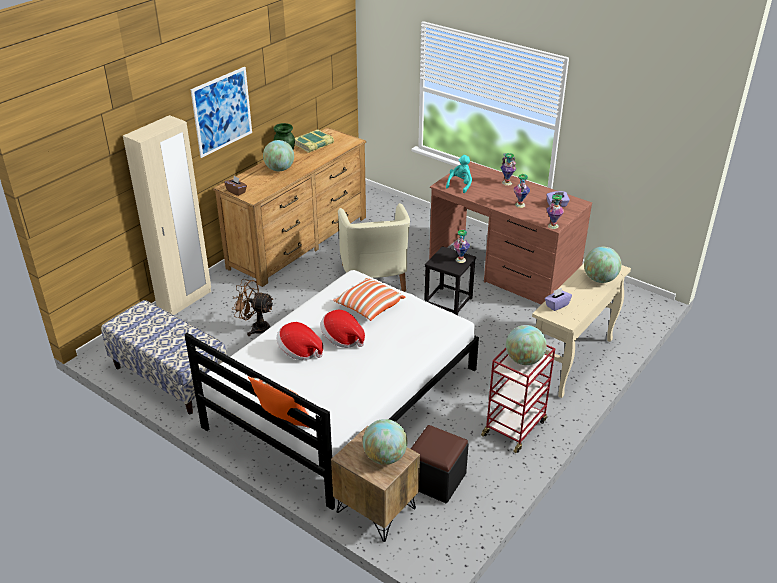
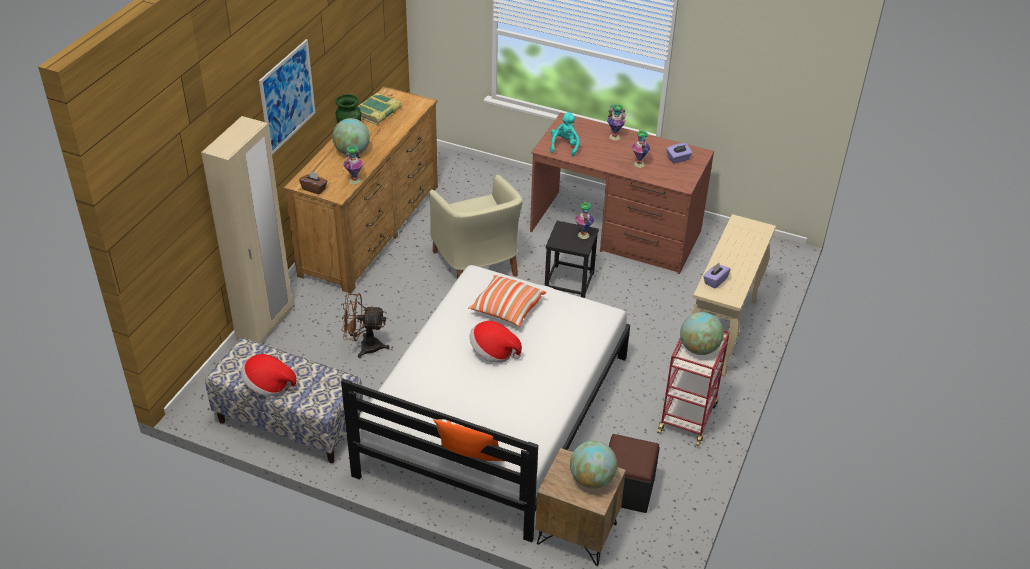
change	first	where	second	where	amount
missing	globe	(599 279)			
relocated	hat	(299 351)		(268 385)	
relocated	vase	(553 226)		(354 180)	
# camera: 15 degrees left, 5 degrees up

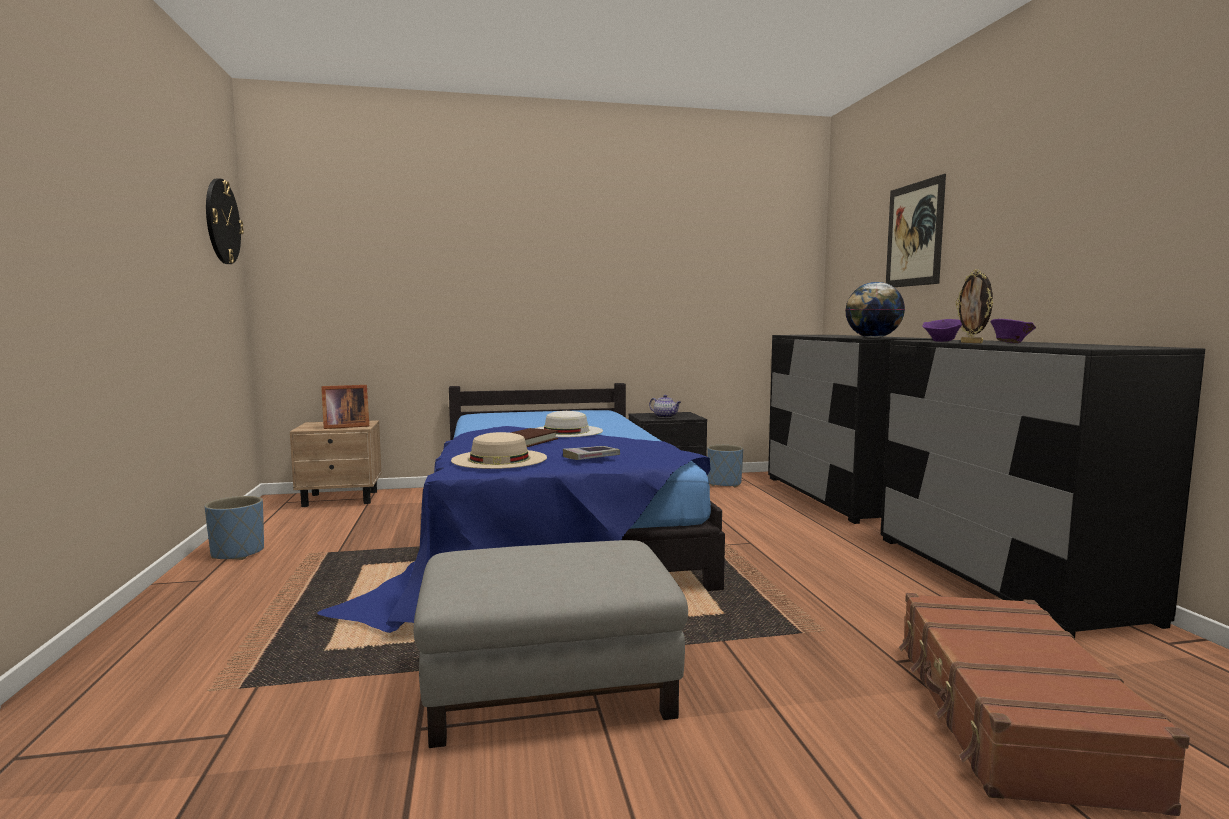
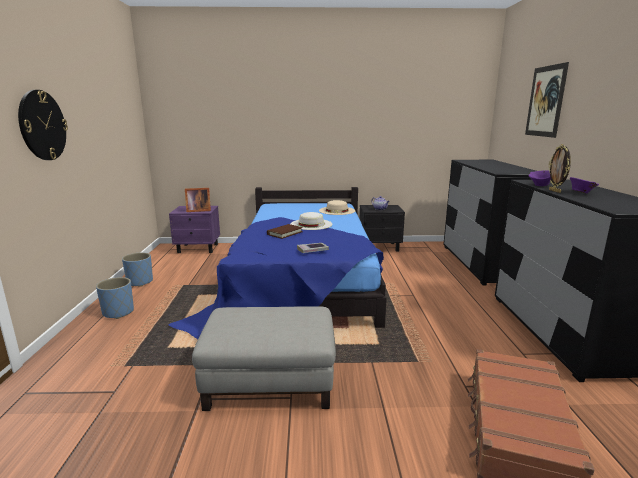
change	first	where	second	where	amount
missing	globe	(873 337)			
relocated	wall clock	(222 222)		(42 125)	
relocated	hat (beige)	(499 459)		(337 210)	
relocated	planter (blue)	(724 484)		(118 312)	
colour	nightstand (beige)	(341 499)	nightstand (purple)	(198 248)	
# camera: 10 degrees right, 10 degrees up

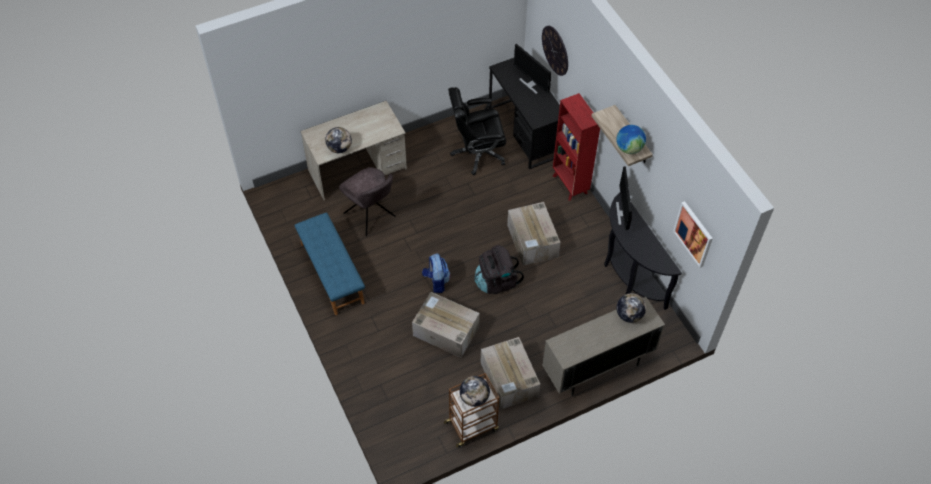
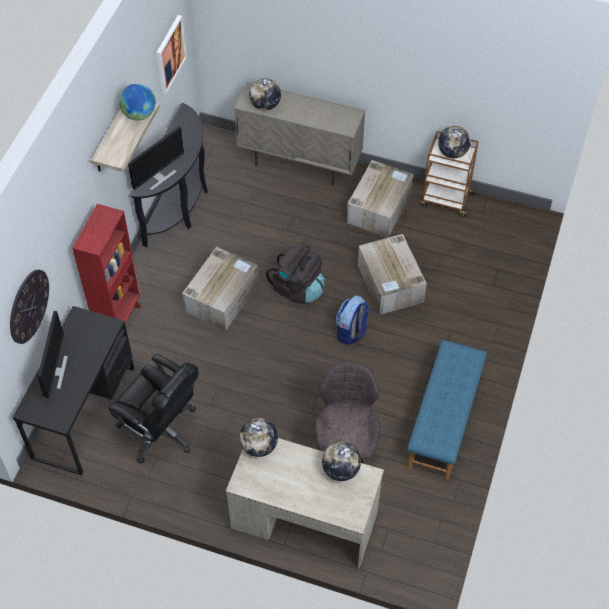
change	first	where	second	where	amount
appeared			globe	(259 446)	
# camera: 135 degrees left, 0 degrees up

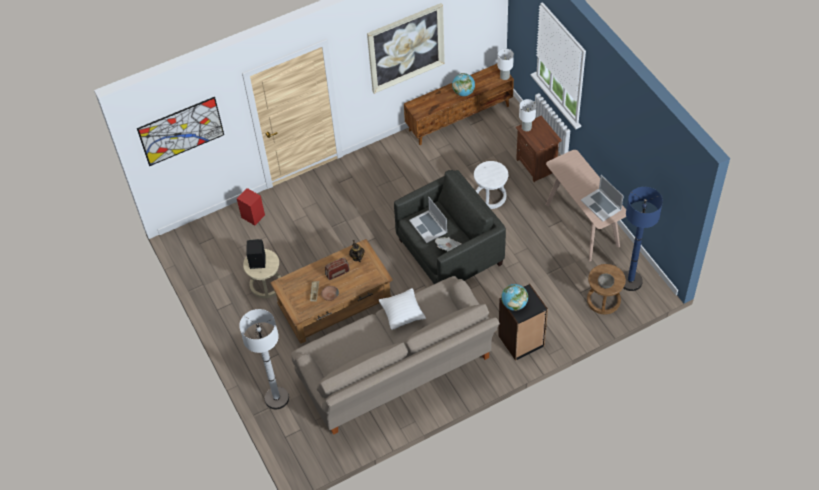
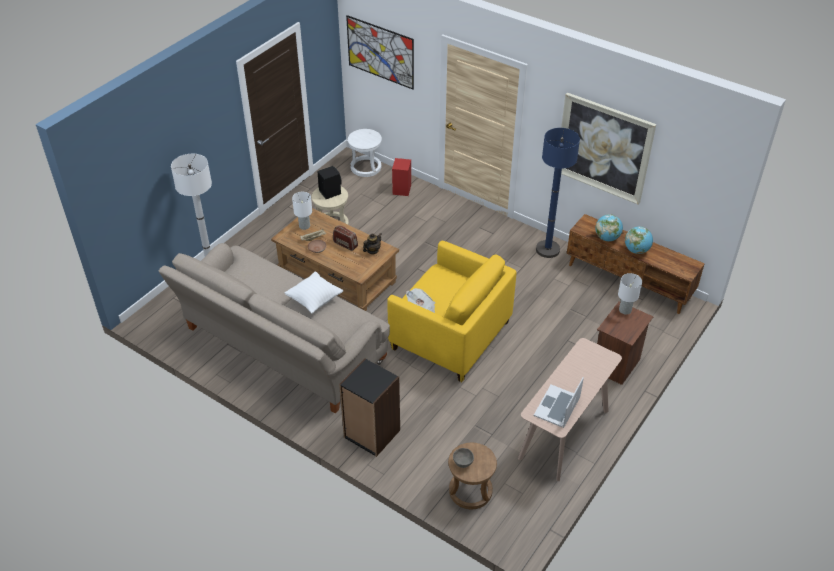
change	first	where	second	where	amount
missing	laptop	(428 226)			
relocated	stool (white)	(490 196)		(366 167)	
relocated	table lamp (white)	(504 76)		(304 226)	
relocated	globe	(514 304)		(607 238)	
relocated	floor lamp (blue)	(630 281)		(547 250)	
colour	armchair (grey)	(449 252)	armchair (yellow)	(450 335)	
# camera: 60 degrees right, 10 degrees down

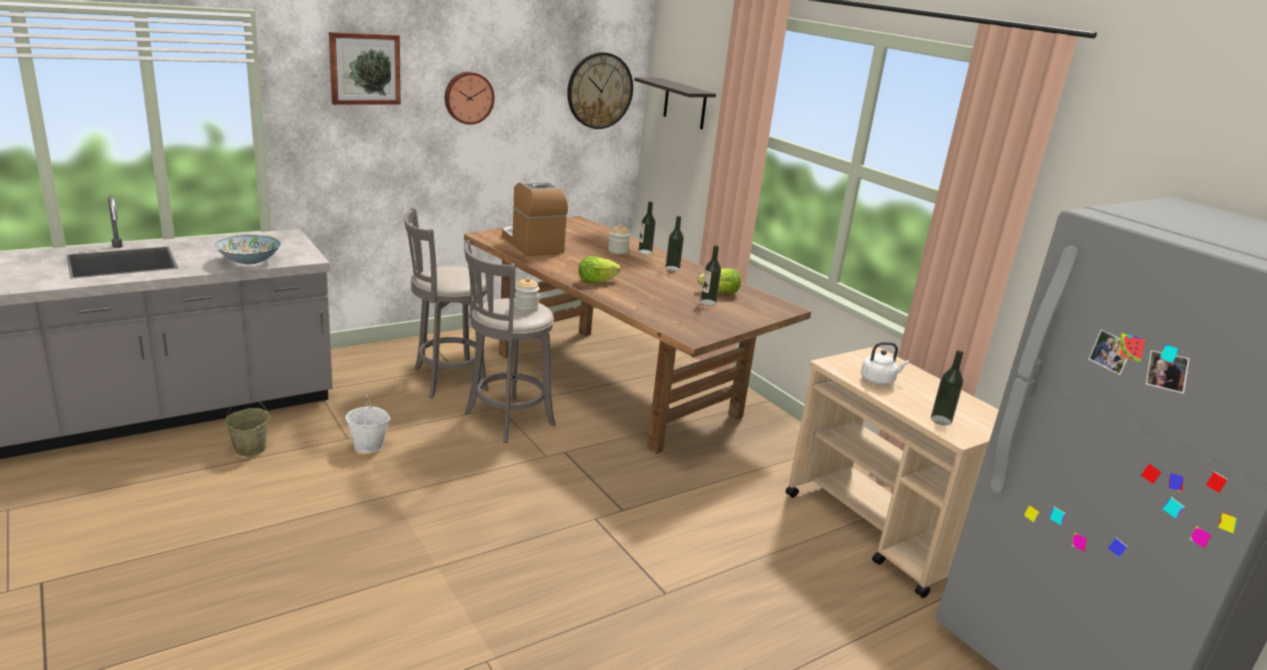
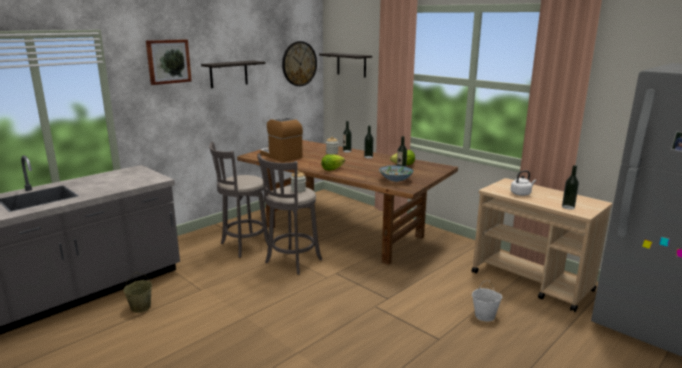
change	first	where	second	where	amount
relocated	bowl	(249 261)		(395 180)	
relocated	bucket (white)	(369 446)		(485 316)	
exchanged	wall clock	(468 97)	shelf	(228 74)	
# camera: 10 degrees left, 5 degrees down

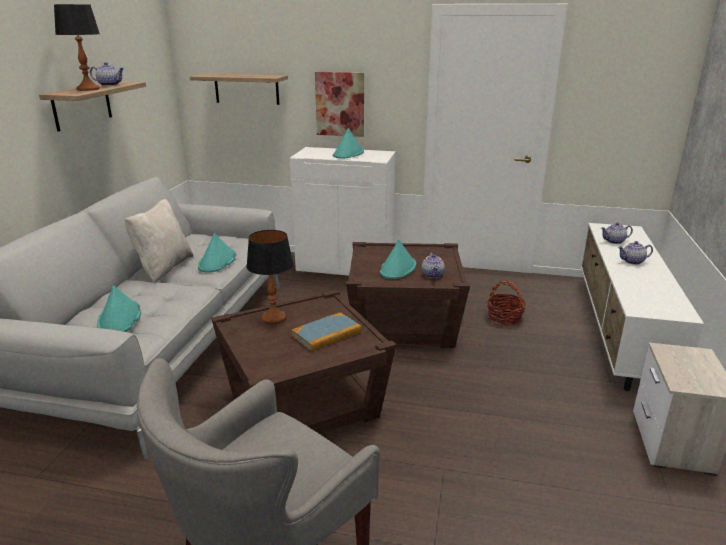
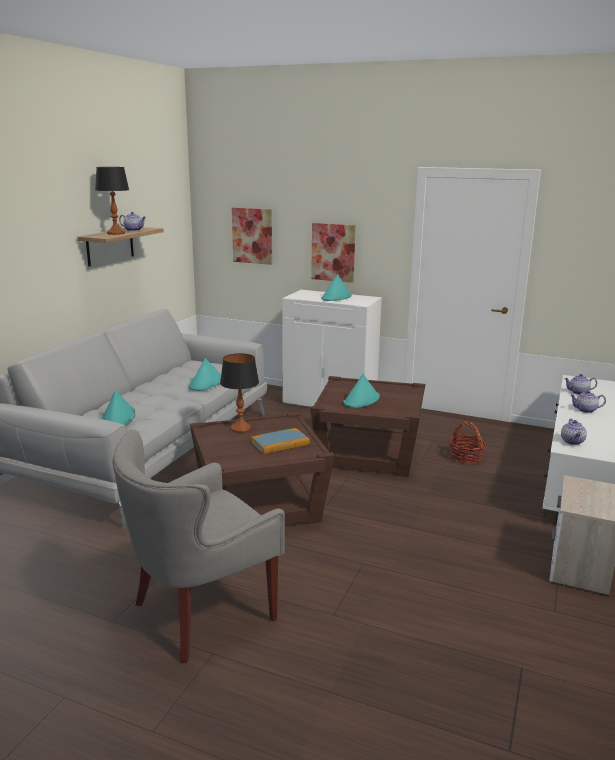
change	first	where	second	where	amount
missing	pillow (beige)	(164 268)			
relocated	teapot	(433 275)		(573 442)	
exchanged	shelf	(246 89)	picture	(252 235)	
# camera: 10 degrees right, 5 degrees down

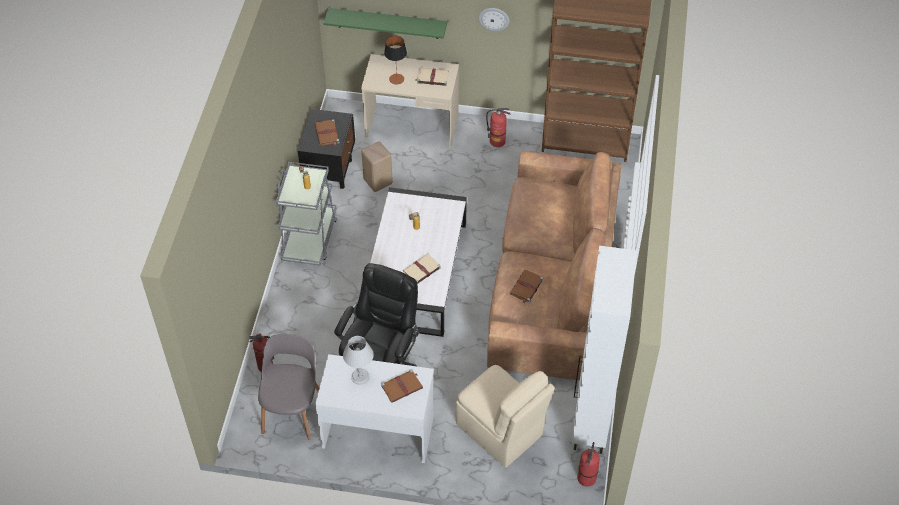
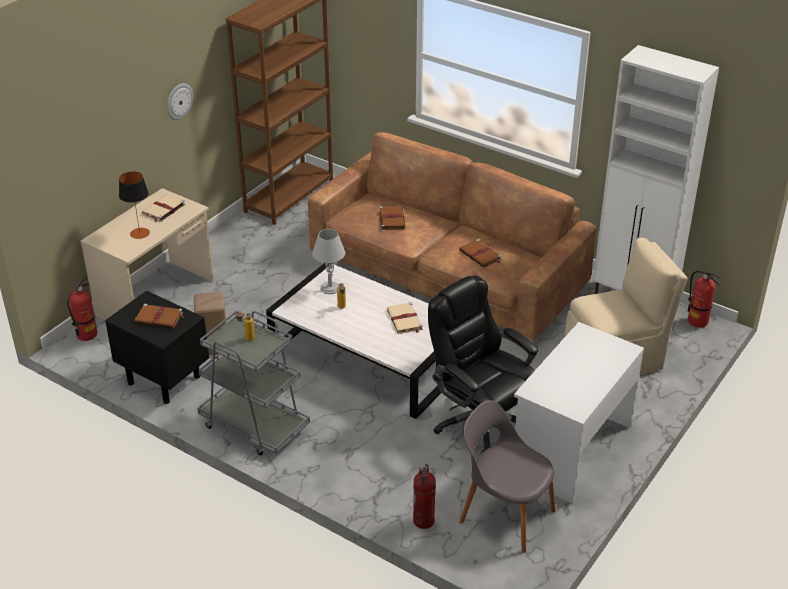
change	first	where	second	where	amount
missing	shelf (green)	(388 23)			
relocated	table lamp (grey)	(360 376)		(329 288)	
relocated	book (brown)	(402 387)		(392 219)	
relocated	fire extinguisher	(497 141)		(87 334)	
# camera: 65 degrees left, 15 degrees down

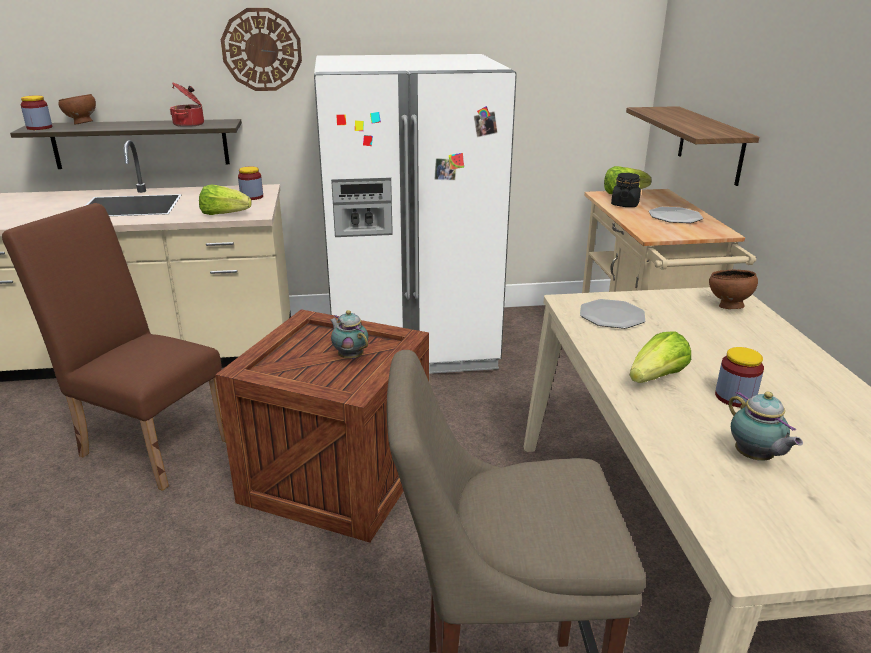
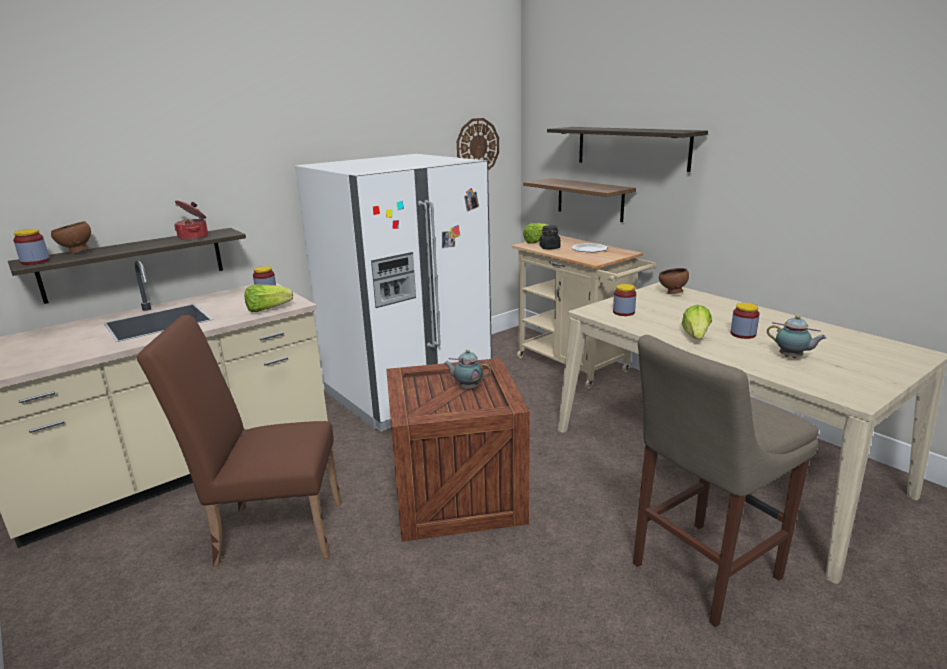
change	first	where	second	where	amount
appeared			shelf	(631 147)	
relocated	wall clock	(261 50)		(477 146)	
exchanged	plate	(612 316)	jar	(623 312)	
# camera: 30 degrees left, 5 degrees down

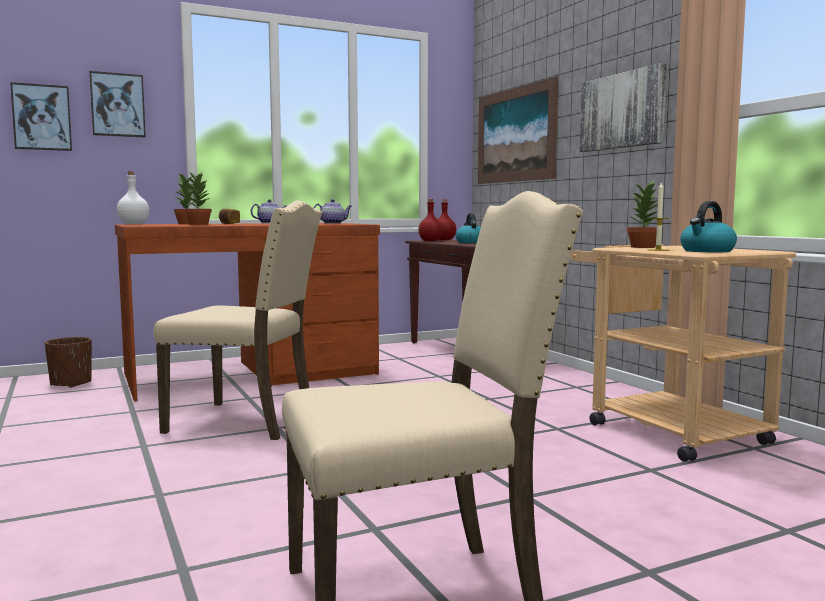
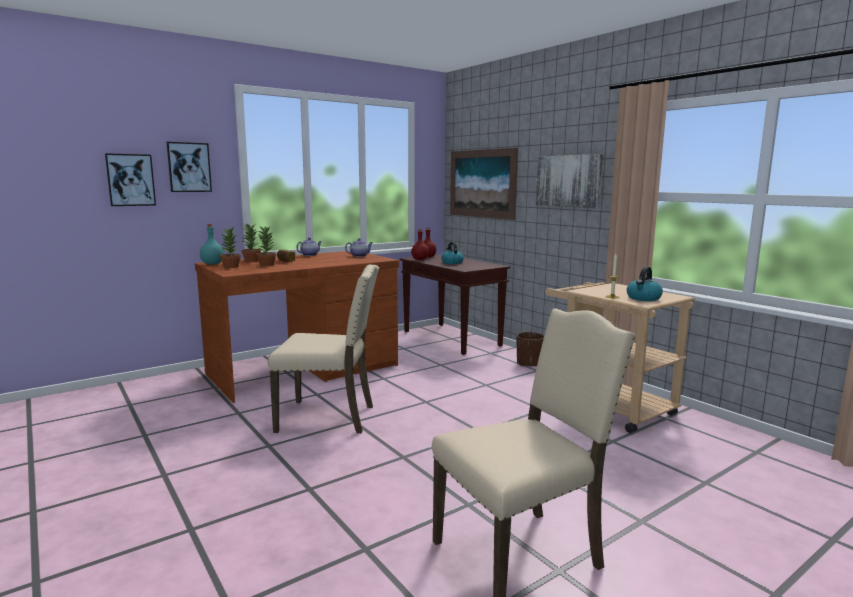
change	first	where	second	where	amount
relocated	planter (brown)	(71 383)		(529 363)	
relocated	potted plant	(643 247)		(231 267)	
colour	bottle (white)	(133 224)	bottle (turquoise)	(212 264)	
# camera: 10 degrees left, 5 degrees up

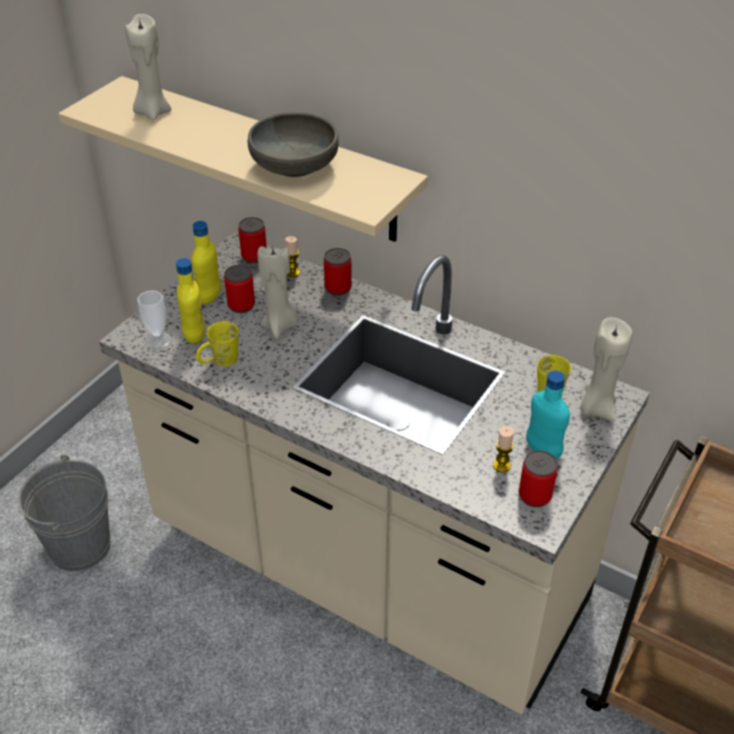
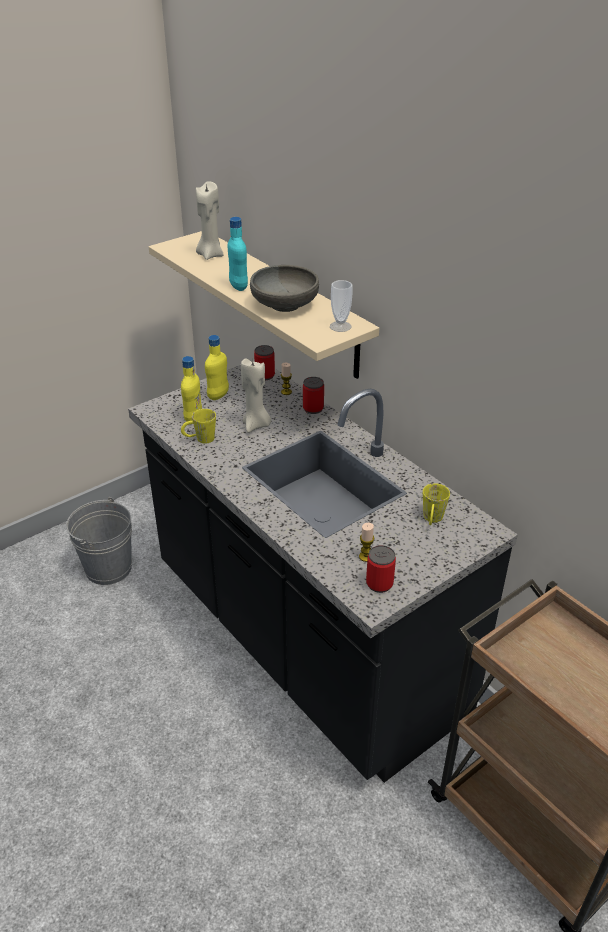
change	first	where	second	where	amount
missing	can	(241 305)			
missing	candle (beige)	(596 408)			
relocated	cup	(158 341)		(340 326)	
relocated	bottle (turquoise)	(543 450)		(238 286)	
colour	counter (beige)	(367 568)	counter (black)	(304 641)	
# camera: 20 degrees right, 5 degrees down

